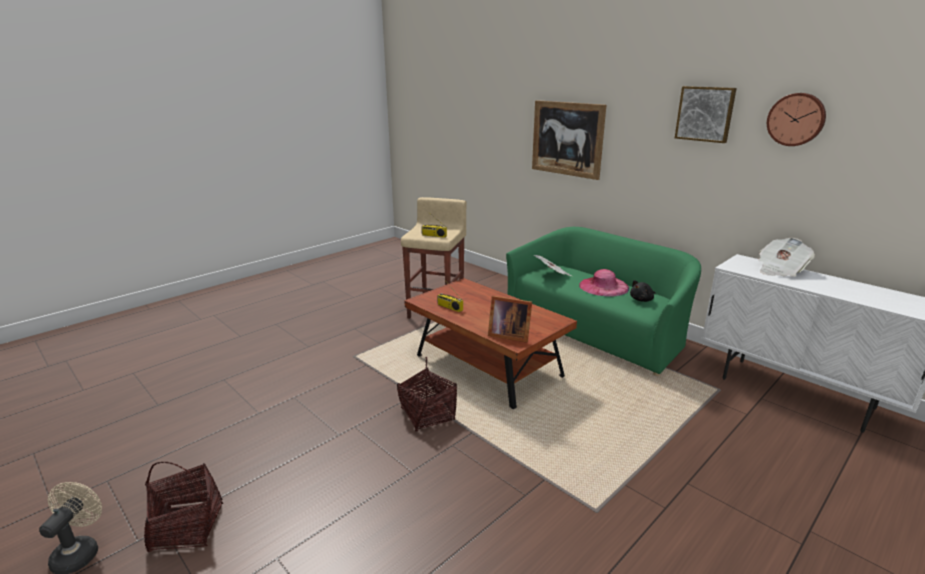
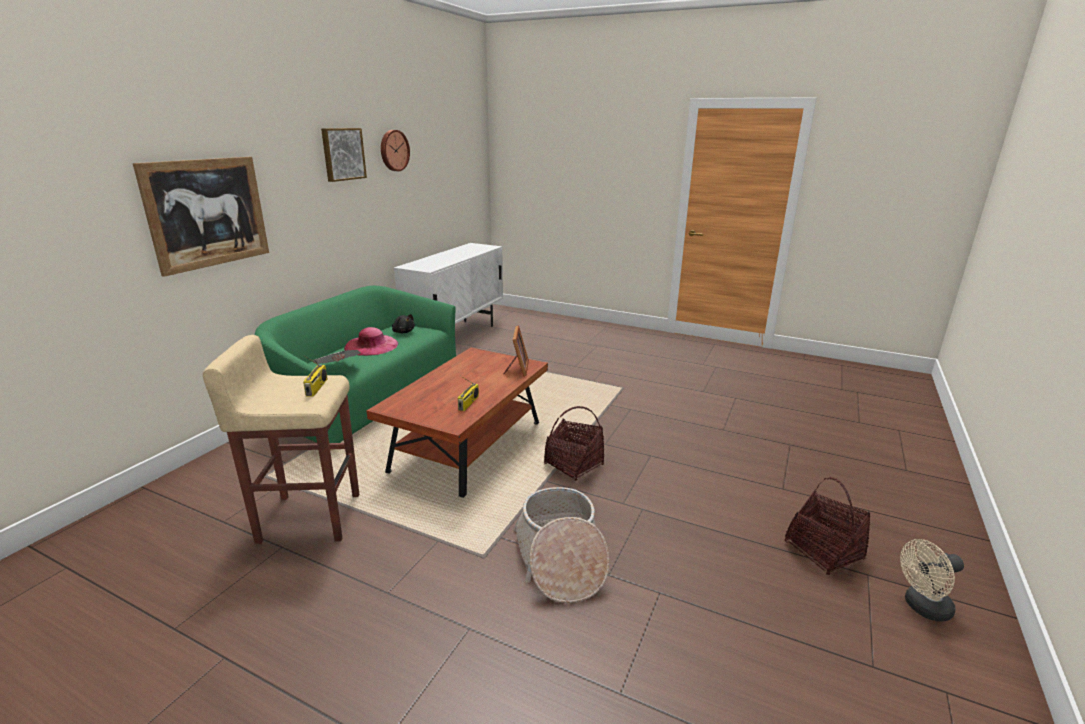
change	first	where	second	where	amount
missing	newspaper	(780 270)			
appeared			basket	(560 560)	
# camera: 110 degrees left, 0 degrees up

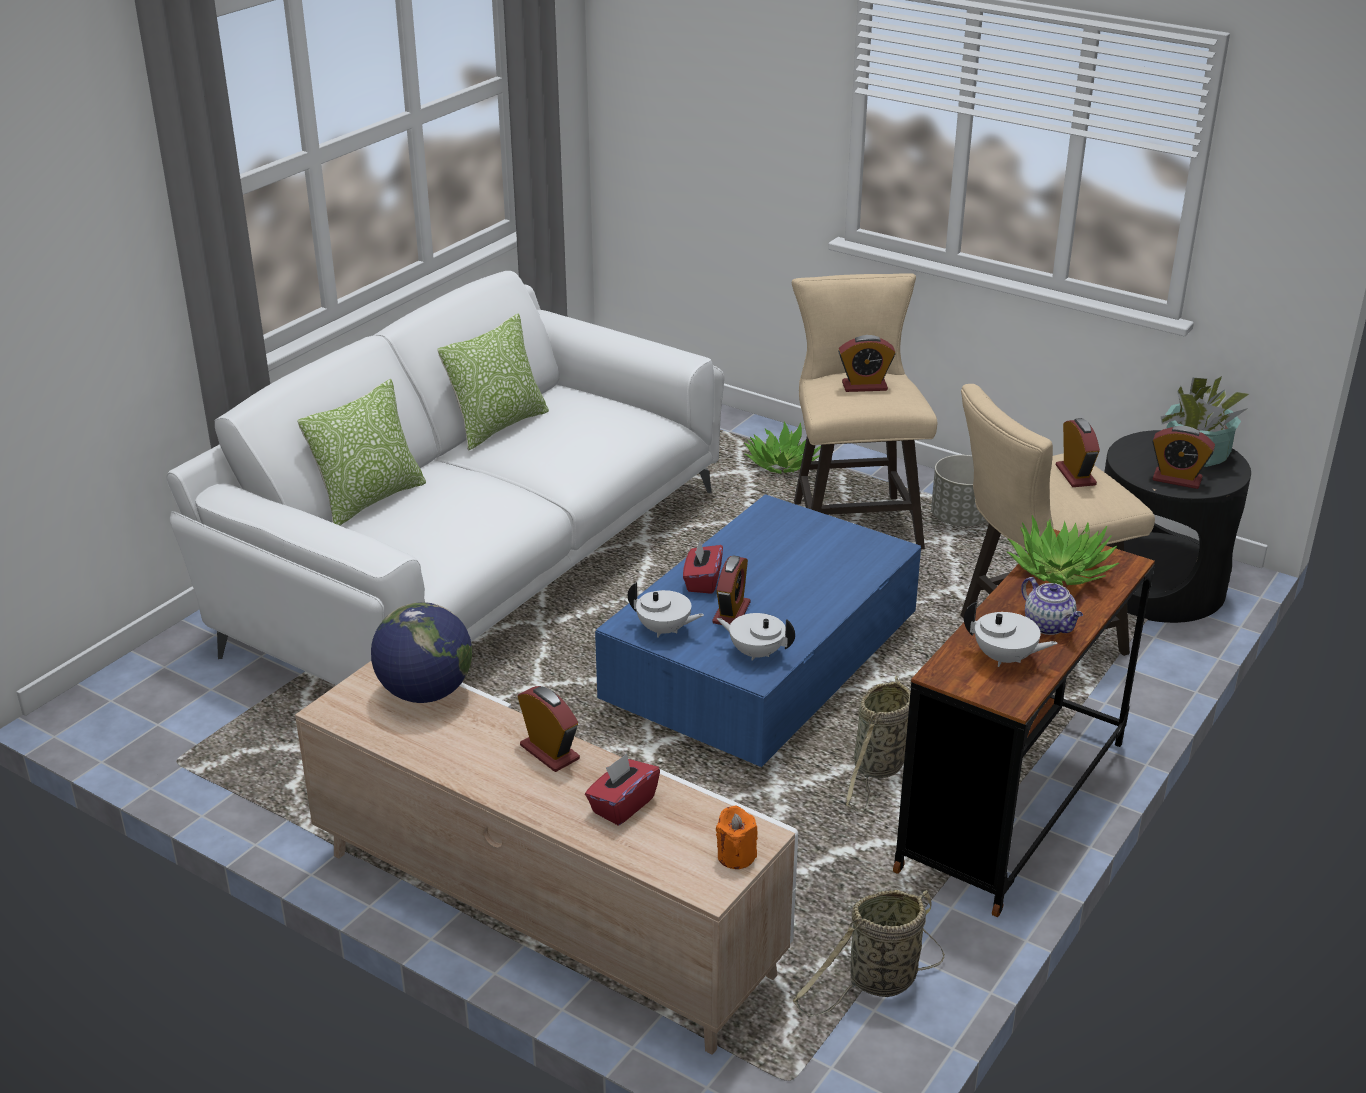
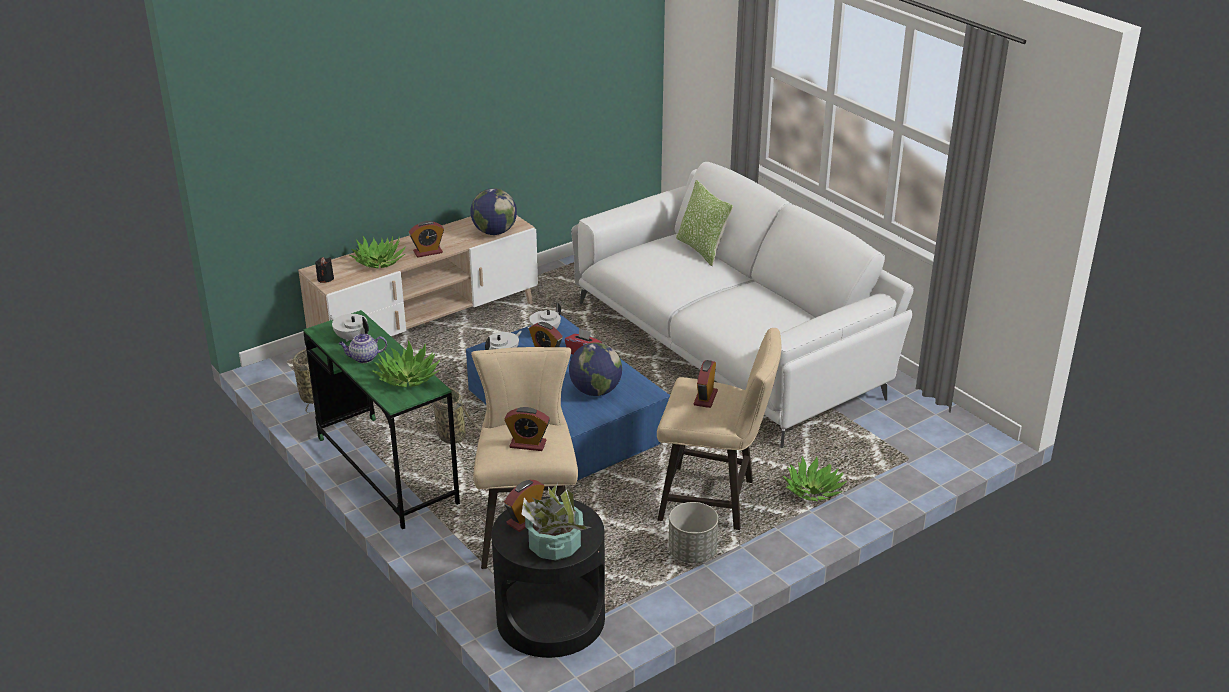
change	first	where	second	where	amount
missing	pillow	(498 426)			
appeared			globe	(595 391)	
exchanged	tissue box (red)	(622 805)	potted plant	(379 261)	
colour	candle (orange)	(736 856)	candle (black)	(325 279)	
colour	desk (brown)	(1013 805)	desk (green)	(386 471)	
spun	teapot (white)	(1004 658)		(351 337)	75 degrees clockwise
# camera: 110 degrees right, 0 degrees up

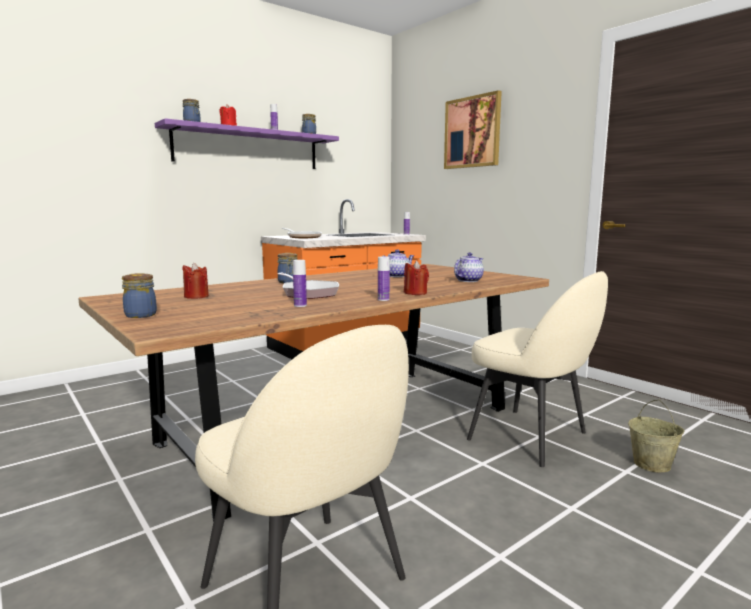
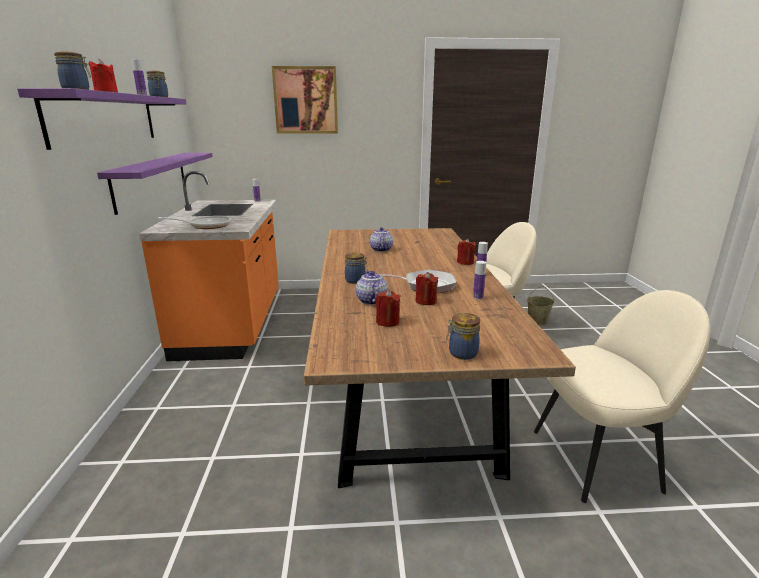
change	first	where	second	where	amount
appeared			shelf (purple)	(152 179)	
appeared			candle (red)	(426 301)	
relocated	teapot	(468 280)		(371 300)	
# camera: 55 degrees left, 10 degrees up

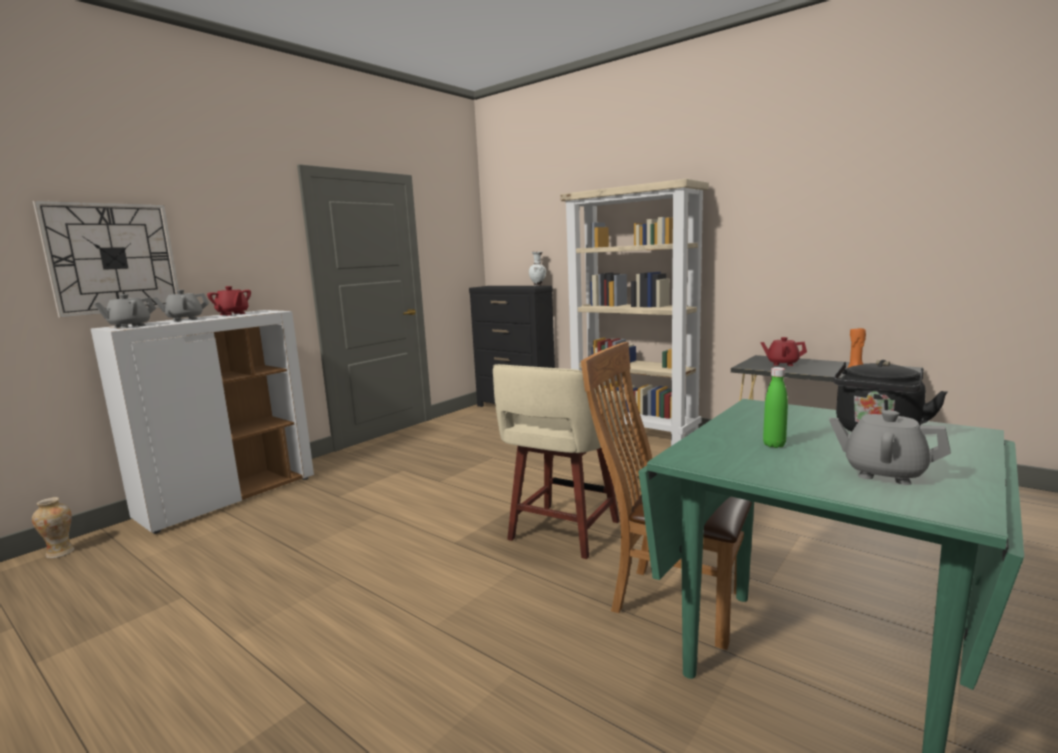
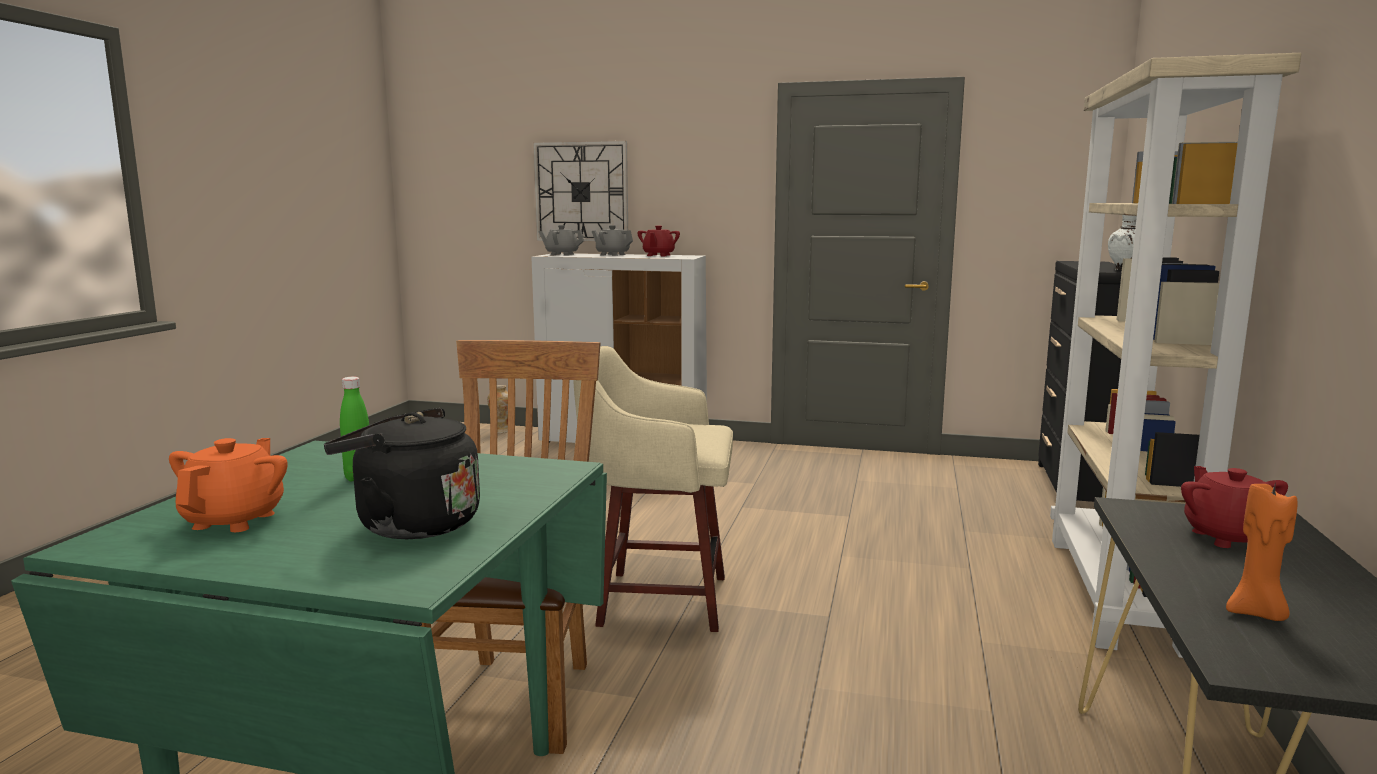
change	first	where	second	where	amount
colour	teapot (grey)	(883 473)	teapot (orange)	(235 520)	
# camera: 65 degrees right, 0 degrees up

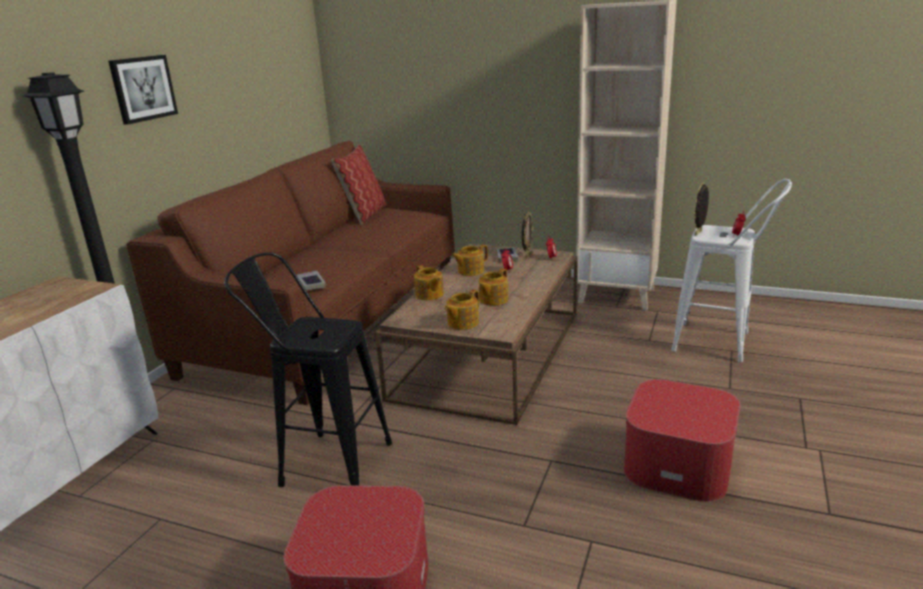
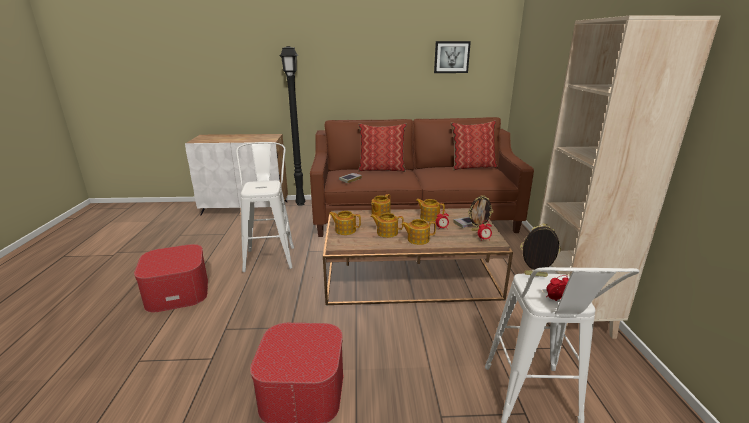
change	first	where	second	where	amount
appeared			pillow	(382 169)	
appeared			teapot	(417 239)	
relocated	picture	(143 88)		(451 57)	
colour	stool (black)	(325 462)	stool (white)	(270 256)	
# camera: 65 degrees right, 0 degrees up

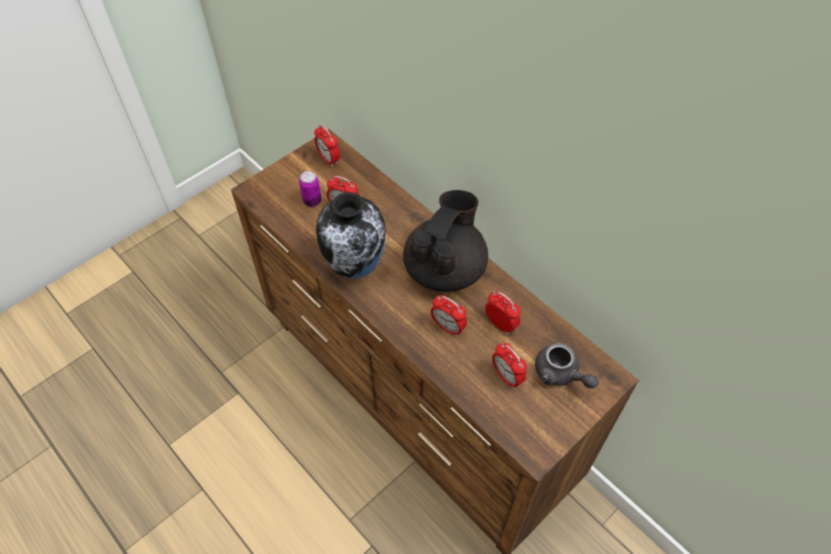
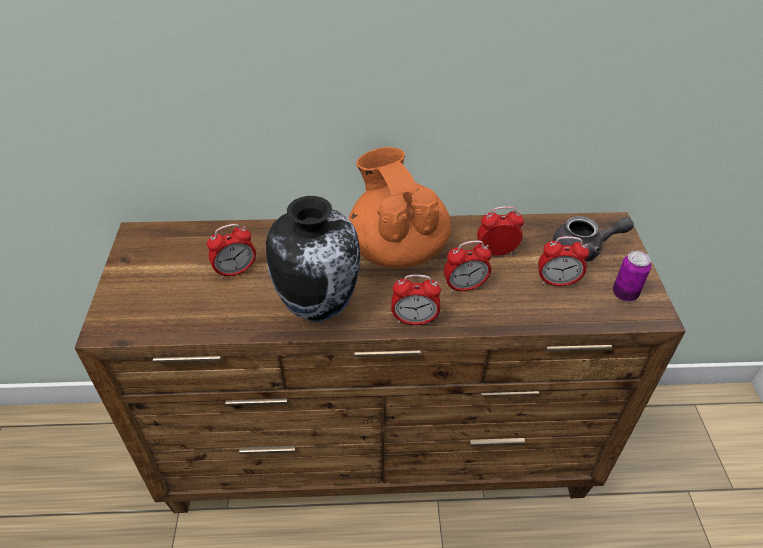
change	first	where	second	where	amount
relocated	can	(312 201)		(624 294)	
relocated	alarm clock	(329 159)		(414 320)	
colour	teapot (black)	(445 269)	teapot (orange)	(397 248)	
# camera: 50 degrees left, 10 degrees down

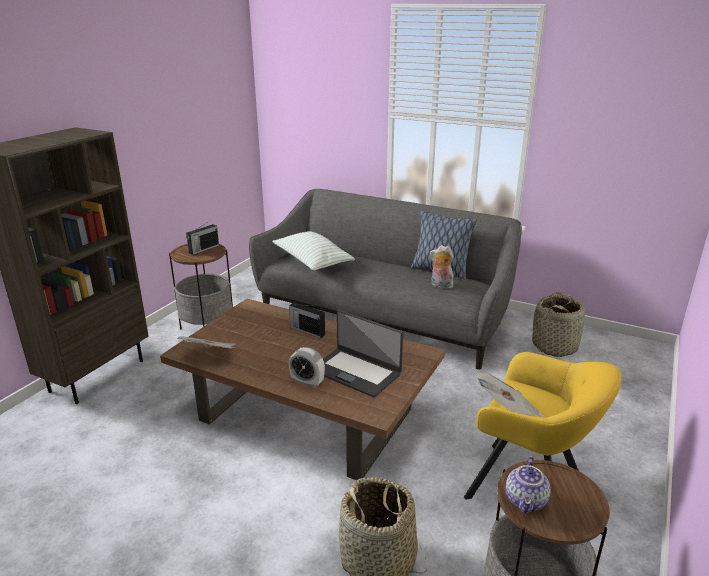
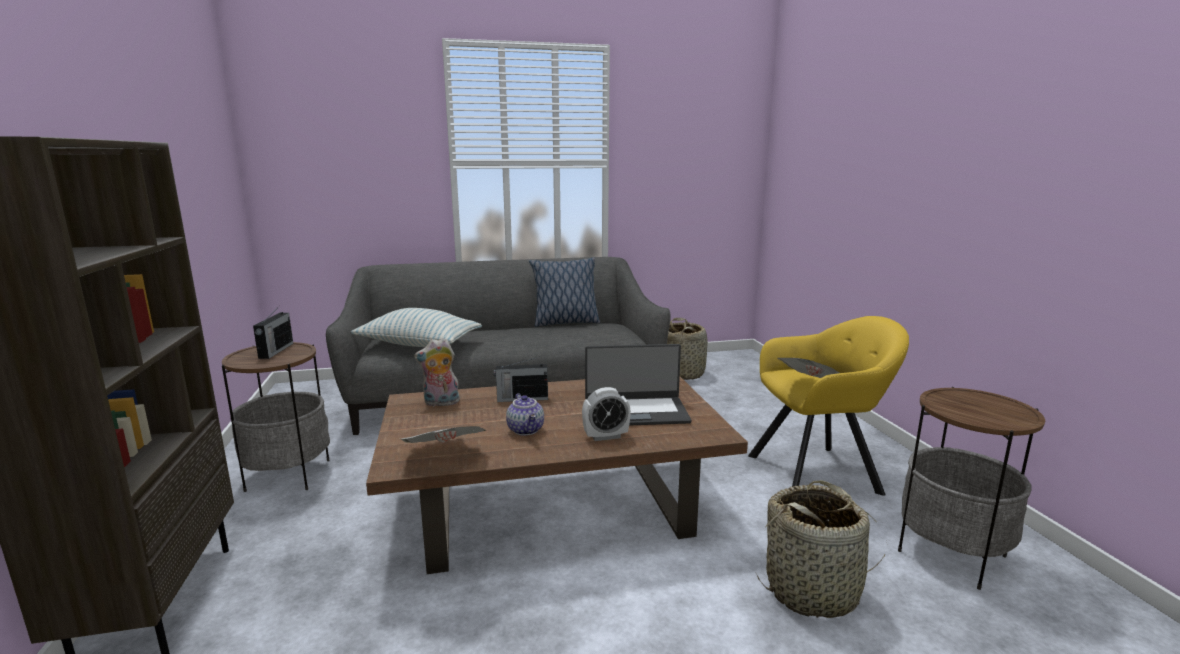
change	first	where	second	where	amount
relocated	plush toy	(440 286)		(441 403)	
relocated	teapot	(526 501)		(526 430)	
# camera: 40 degrees left, 10 degrees down

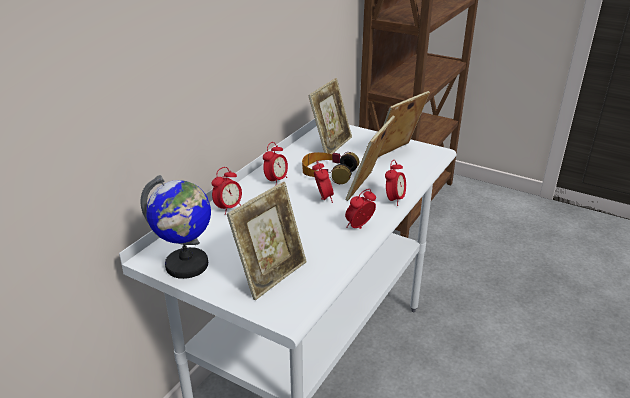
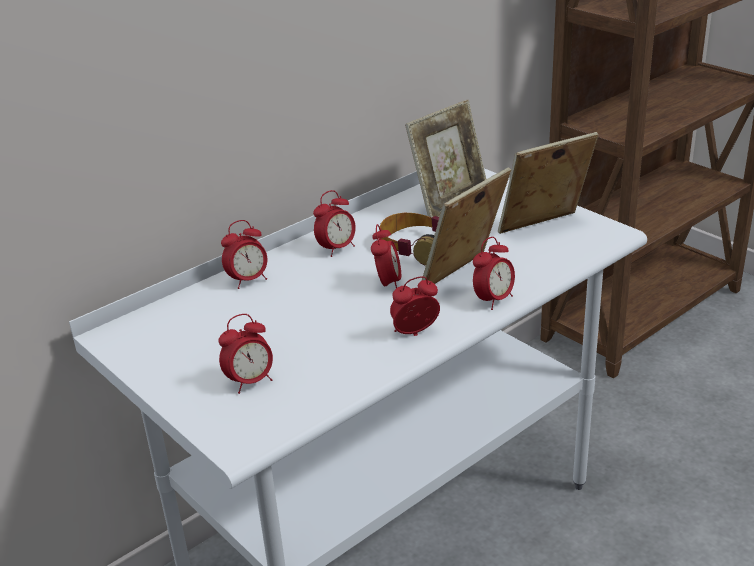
change	first	where	second	where	amount
missing	globe	(187 265)			
exchanged	picture frame	(271 274)	alarm clock	(250 382)	
# camera: 20 degrees right, 0 degrees up

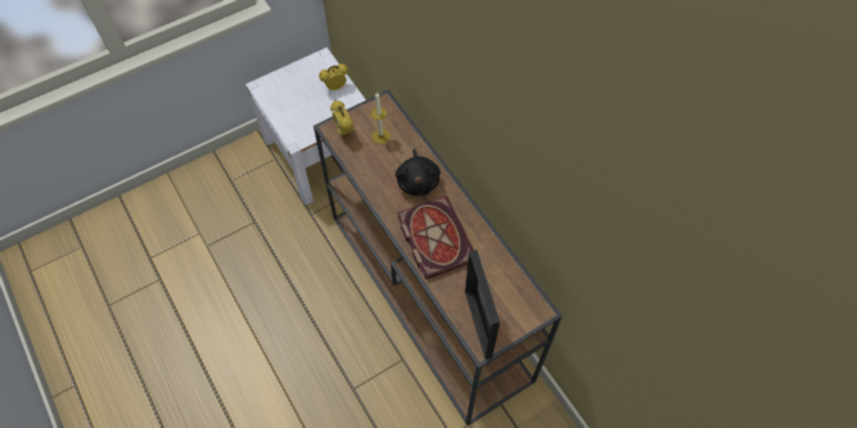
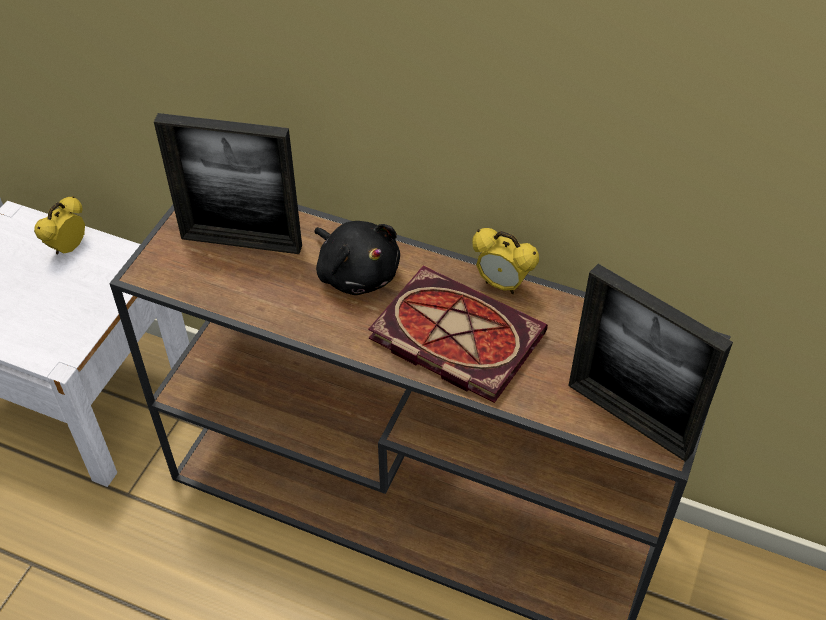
change	first	where	second	where	amount
relocated	alarm clock	(344 131)		(502 285)	
exchanged	candle	(381 136)	picture frame	(241 242)	
# camera: 35 degrees left, 10 degrees down

